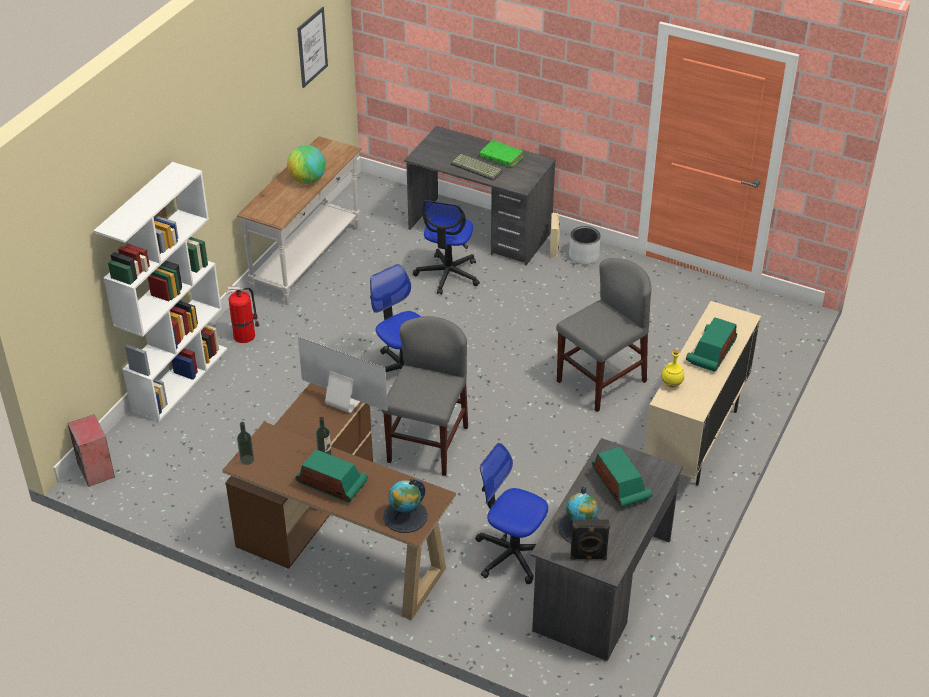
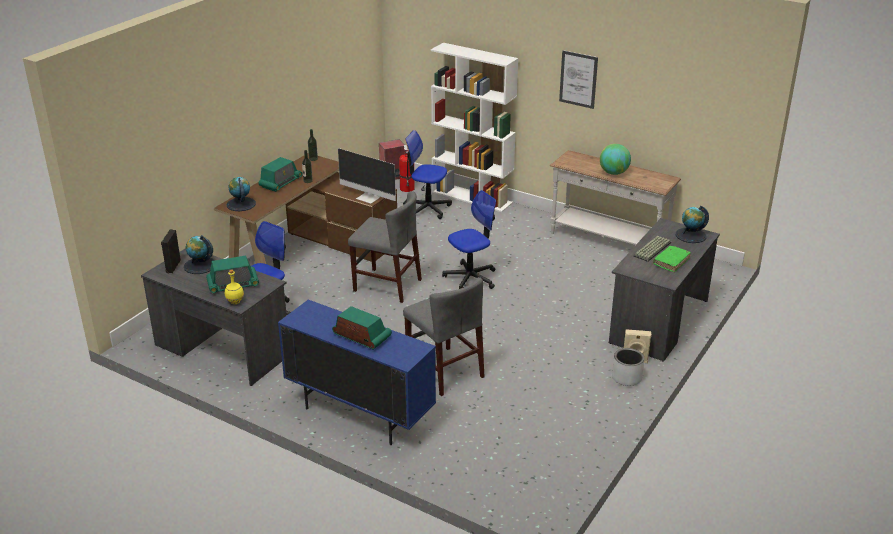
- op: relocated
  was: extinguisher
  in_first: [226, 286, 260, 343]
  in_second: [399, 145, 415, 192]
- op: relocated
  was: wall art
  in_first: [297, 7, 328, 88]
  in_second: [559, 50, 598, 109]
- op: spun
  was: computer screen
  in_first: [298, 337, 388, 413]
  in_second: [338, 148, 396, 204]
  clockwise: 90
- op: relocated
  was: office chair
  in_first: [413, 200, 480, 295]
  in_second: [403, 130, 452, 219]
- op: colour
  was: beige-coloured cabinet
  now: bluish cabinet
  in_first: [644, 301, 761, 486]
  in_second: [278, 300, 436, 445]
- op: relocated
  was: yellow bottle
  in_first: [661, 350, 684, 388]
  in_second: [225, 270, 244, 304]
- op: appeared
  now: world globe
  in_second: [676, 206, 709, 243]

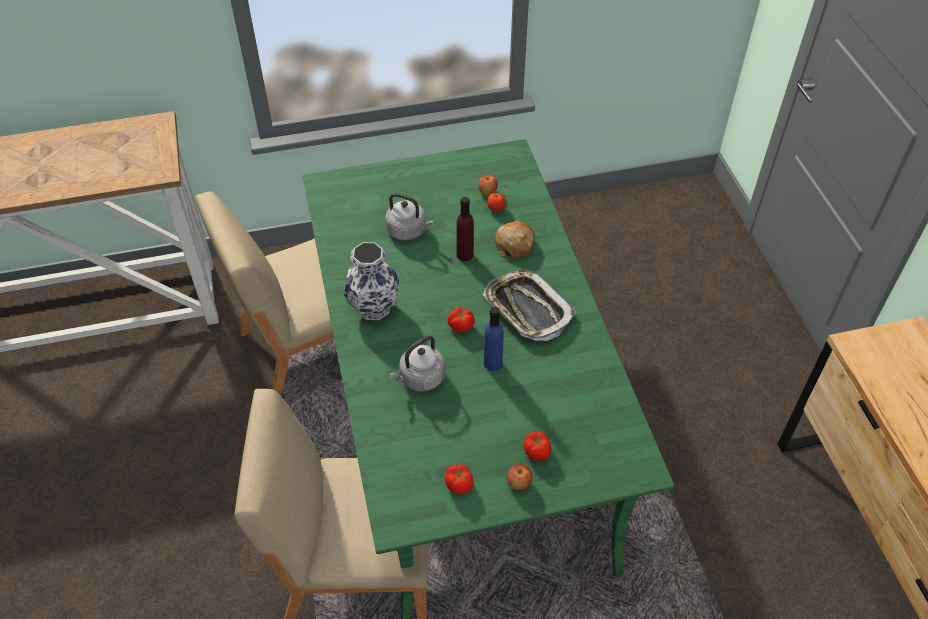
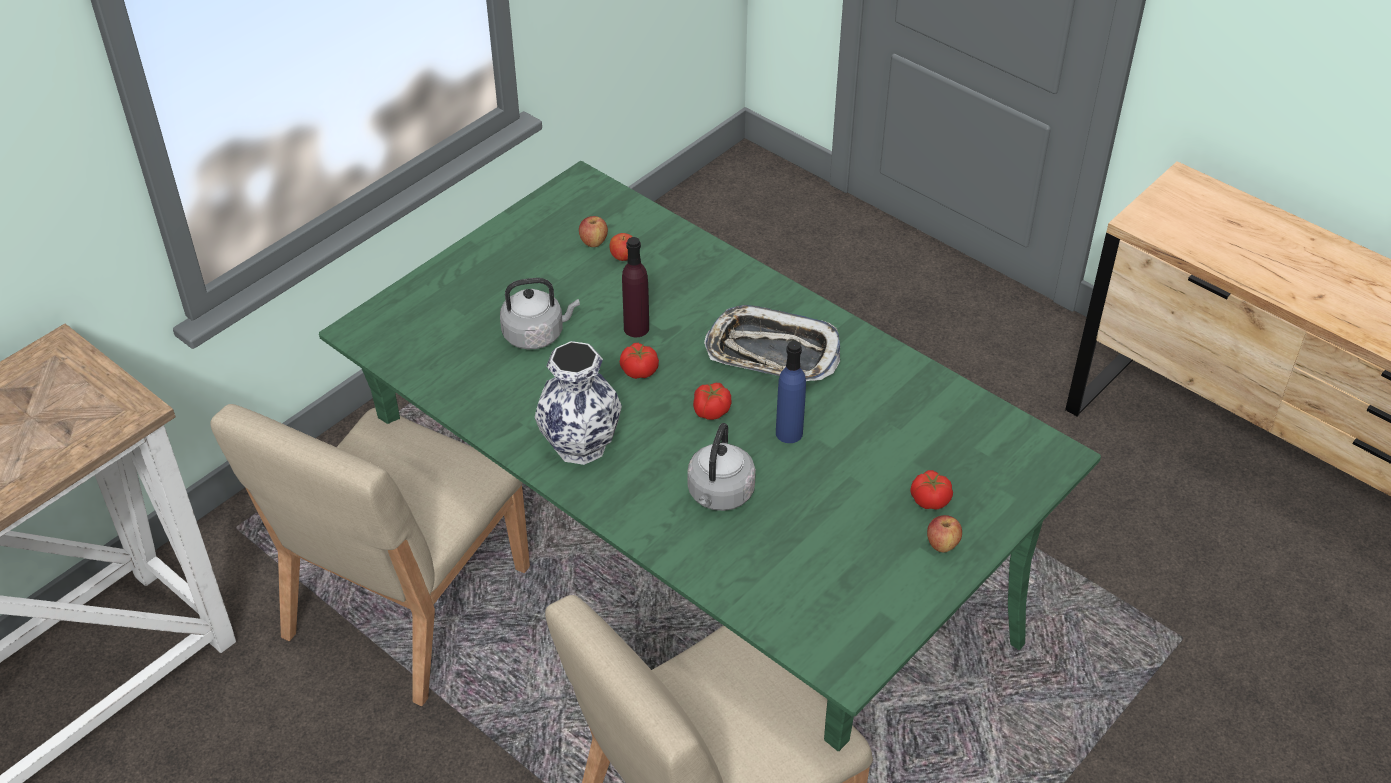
- op: relocated
  was: whole tomato
  in_first: [445, 464, 474, 494]
  in_second: [620, 343, 659, 379]
- op: missing
  was: bread
  in_first: [495, 221, 535, 258]

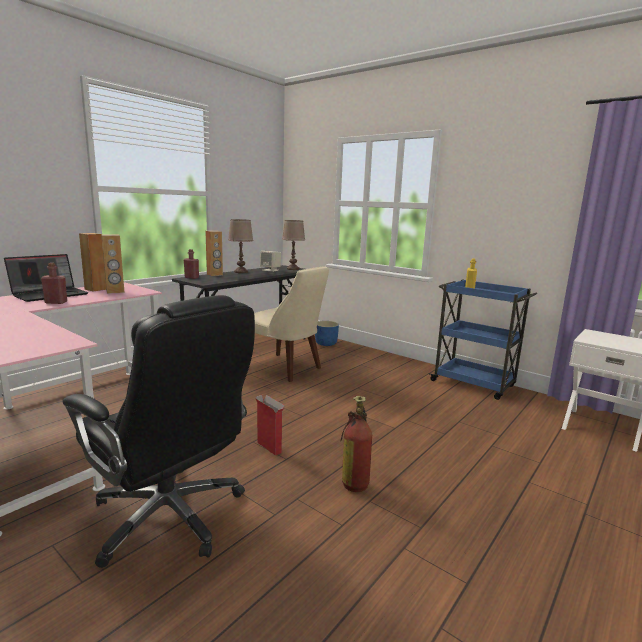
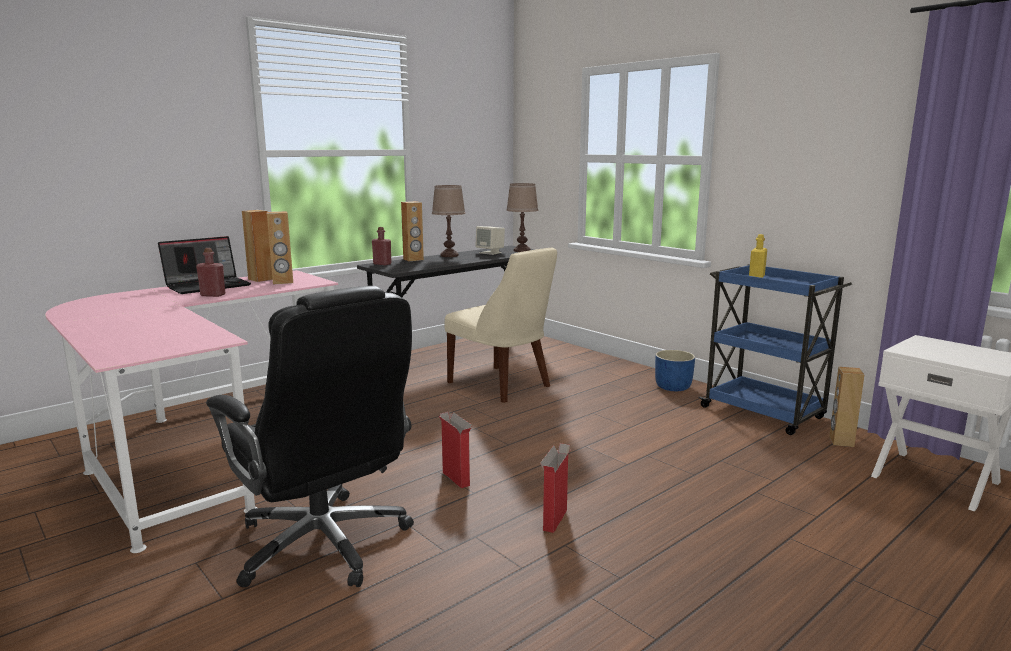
- op: relocated
  was: bluish planter
  in_first: [315, 321, 339, 346]
  in_second: [655, 350, 695, 391]
- op: exchanged
  was: extinguisher
  now: cardboard box
  in_first: [341, 396, 372, 492]
  in_second: [540, 443, 572, 533]
- op: appeared
  now: brown-coloured speaker
  in_second: [829, 367, 864, 447]

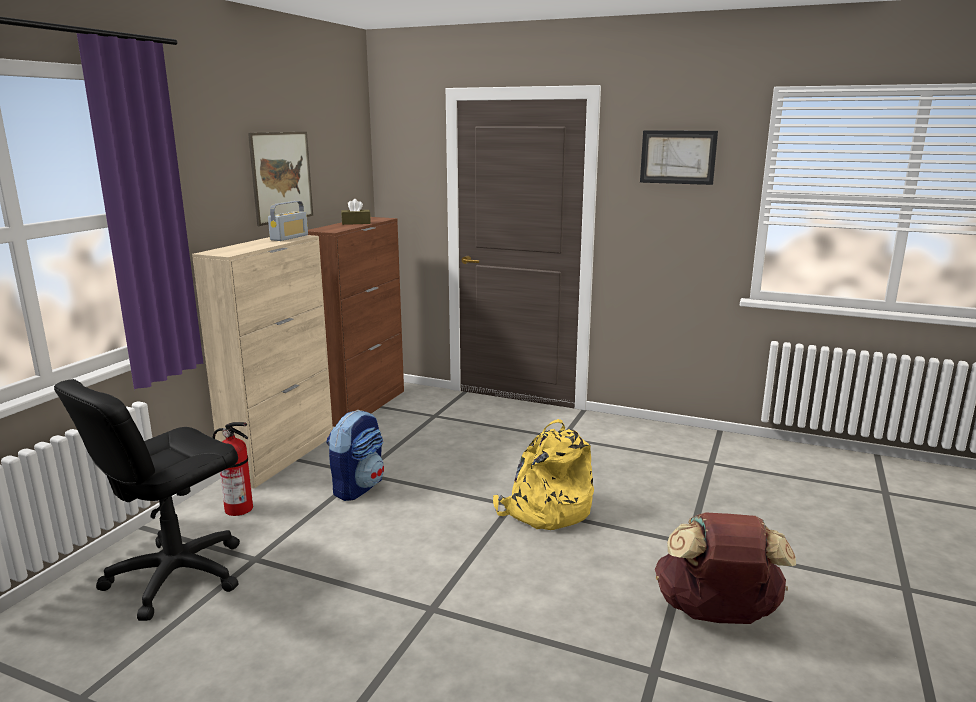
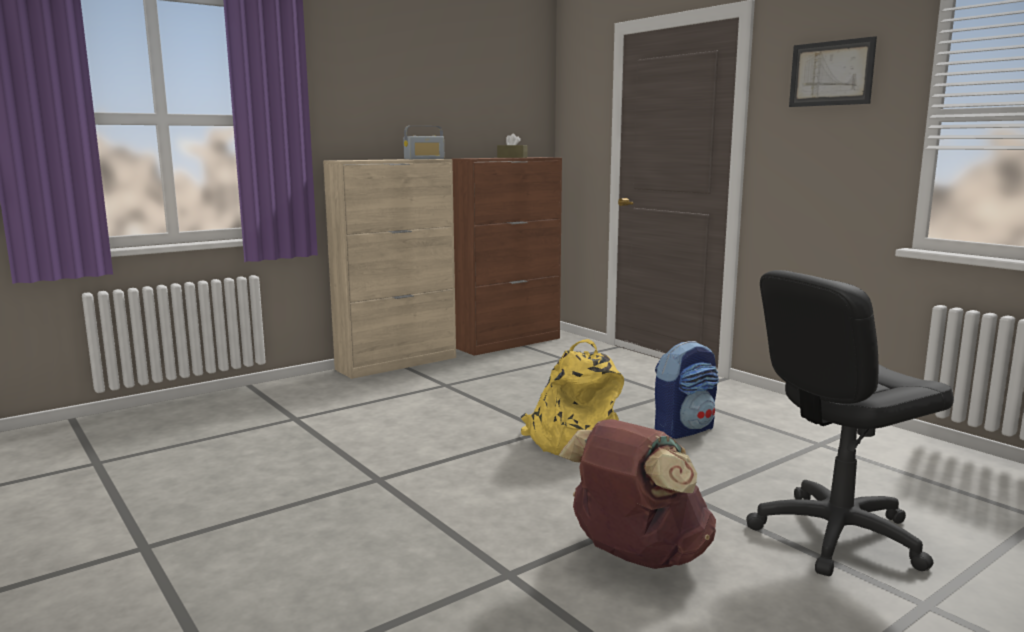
- op: relocated
  was: black-coloured office chair
  in_first: [54, 379, 240, 621]
  in_second: [746, 270, 954, 576]
- op: missing
  was: extinguisher
  in_first: [213, 422, 253, 516]
- op: missing
  was: wall art
  in_first: [248, 132, 313, 226]
- op: relocated
  was: backpack
  in_first: [326, 410, 384, 501]
  in_second: [655, 341, 719, 439]

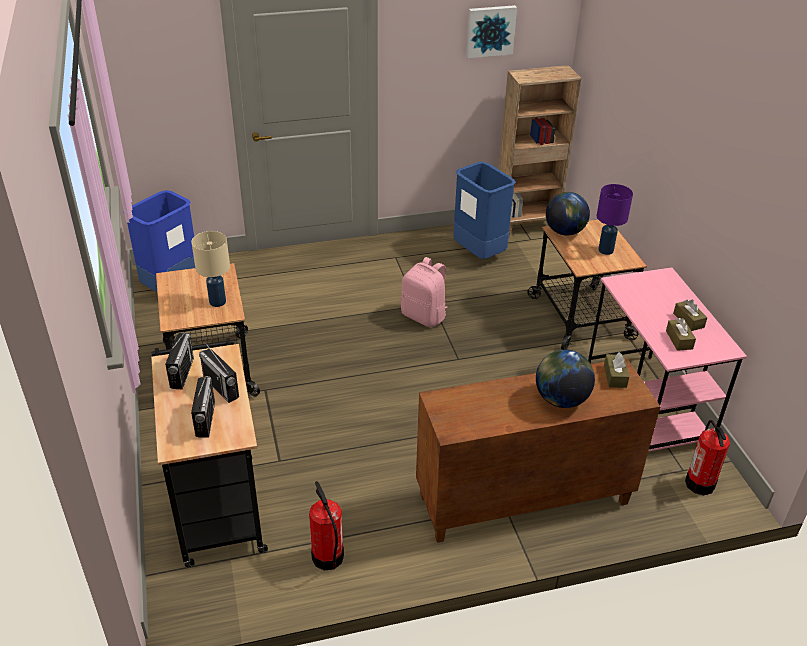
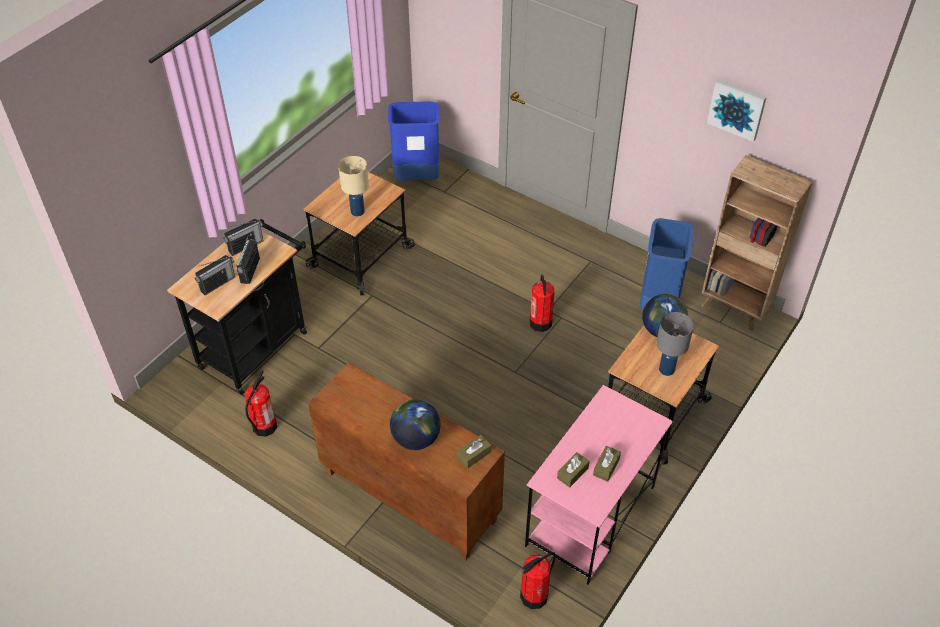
- op: exchanged
  was: pinkish backpack
  now: extinguisher
  in_first: [401, 257, 448, 327]
  in_second: [530, 274, 555, 332]
- op: colour
  was: purplish lamp for a table
  now: grey lamp for a table
  in_first: [597, 184, 633, 255]
  in_second: [656, 312, 694, 376]

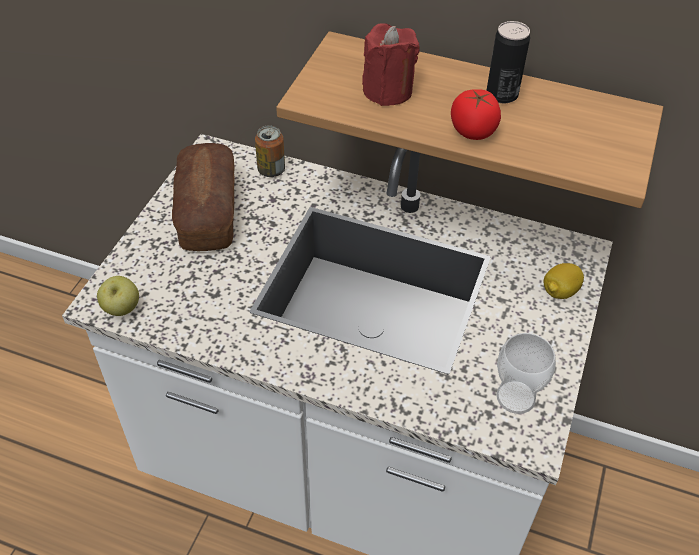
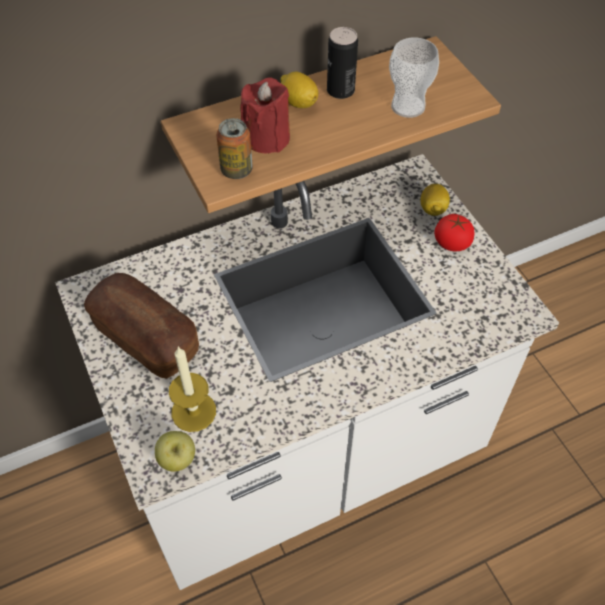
- op: relocated
  was: metal can
  in_first: [255, 126, 285, 177]
  in_second: [216, 118, 253, 179]
- op: relocated
  was: whole tomato
  in_first: [451, 89, 501, 140]
  in_second: [434, 214, 474, 251]
- op: relocated
  was: drinking cup
  in_first: [496, 333, 556, 414]
  in_second: [389, 38, 439, 118]
- op: appeared
  now: wax light
  in_second: [169, 346, 216, 432]
- op: appeared
  now: whole lemon
  in_second: [280, 72, 318, 108]

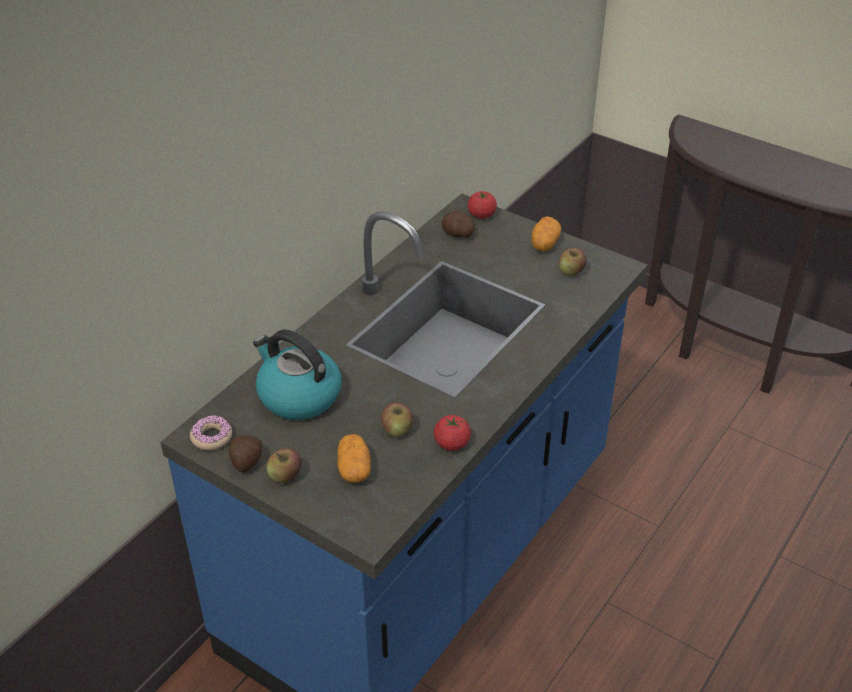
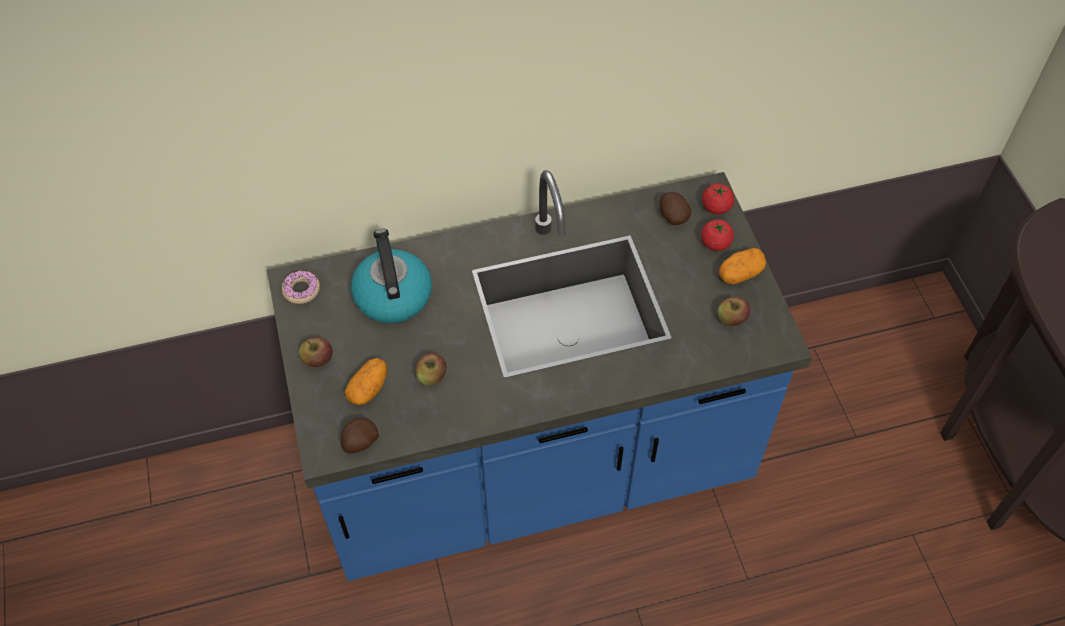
- op: relocated
  was: whole potato
  in_first: [229, 435, 262, 473]
  in_second: [341, 417, 379, 453]
- op: relocated
  was: whole tomato
  in_first: [434, 415, 471, 451]
  in_second: [701, 219, 734, 251]

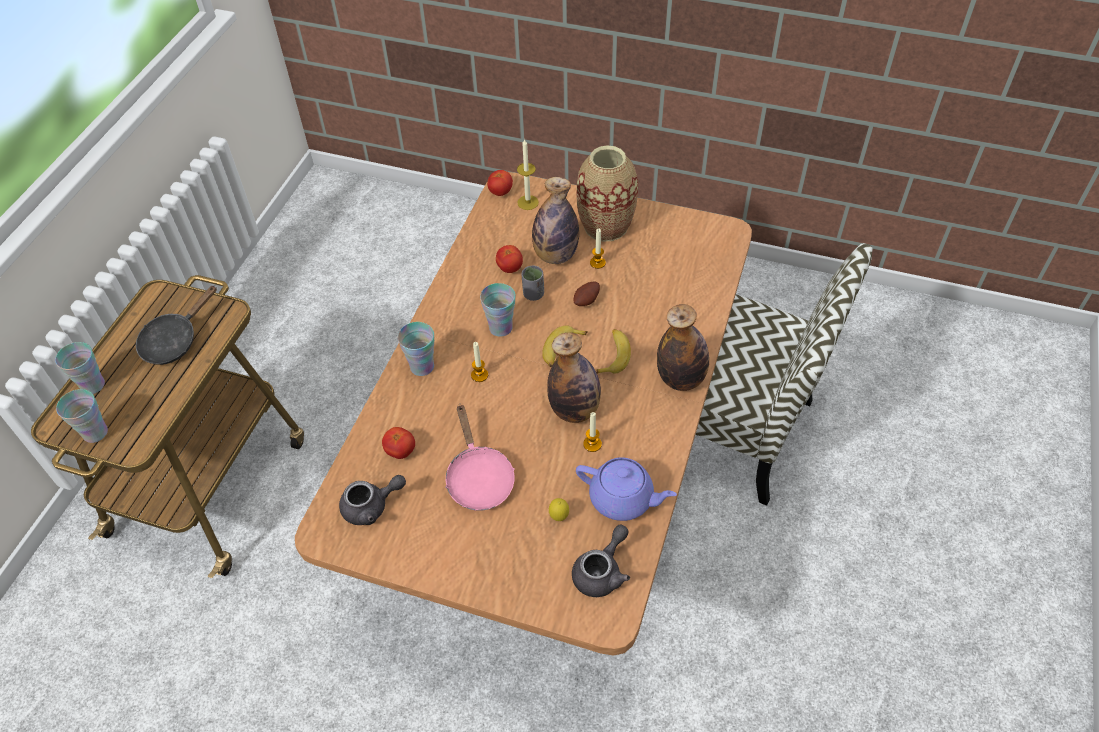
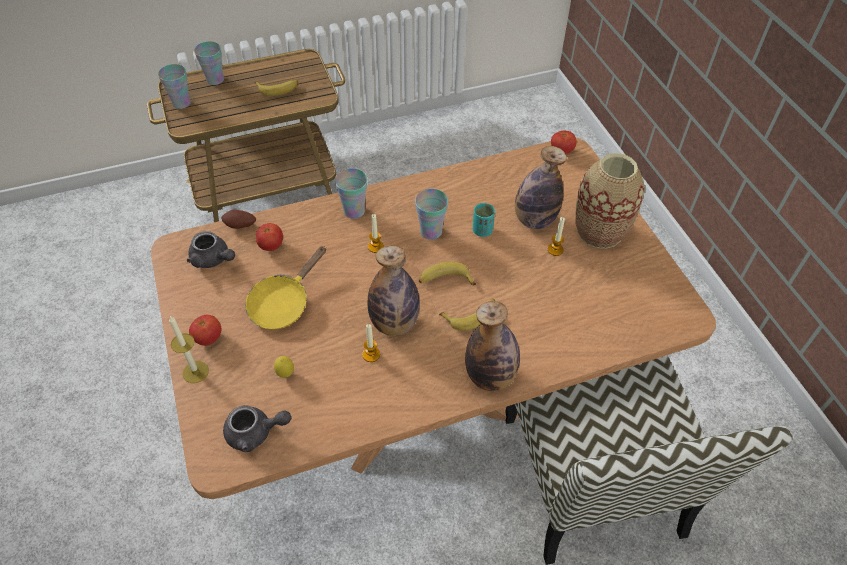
- op: exchanged
  was: black-coloured pan
  now: whole banana
  in_first: [136, 285, 217, 365]
  in_second: [255, 80, 298, 96]
- op: colour
  was: pinkish pan
  now: yellow pan
  in_first: [445, 404, 515, 511]
  in_second: [245, 246, 326, 330]
- op: relocated
  was: whole tomato
  in_first: [496, 245, 523, 273]
  in_second: [189, 315, 221, 346]
- op: relocated
  was: wax light
  in_first: [517, 139, 539, 210]
  in_second: [169, 316, 209, 383]
- op: colour
  was: grey drinking cup
  now: blue-green drinking cup
  in_first: [522, 266, 544, 301]
  in_second: [473, 203, 495, 237]
- op: relocated
  was: whole potato
  in_first: [573, 281, 600, 306]
  in_second: [221, 209, 256, 229]
- op: missing
  was: purplish pot for tea
  in_first: [576, 457, 677, 521]

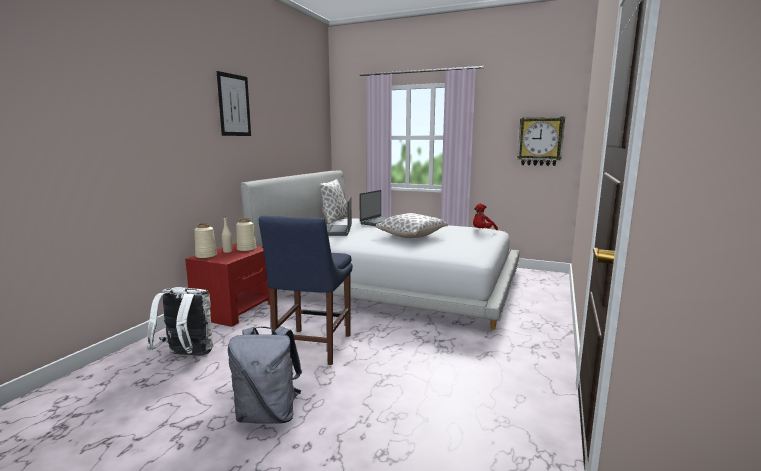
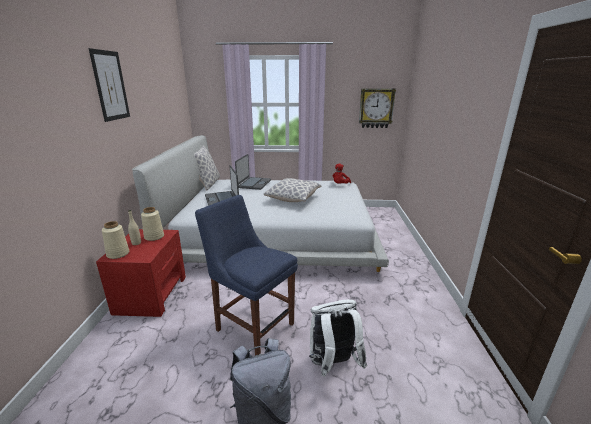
- op: relocated
  was: whitish backpack
  in_first: [147, 287, 213, 356]
  in_second: [309, 299, 367, 377]
- op: spun
  was: bluish chair
  in_first: [259, 216, 353, 365]
  in_second: [195, 195, 298, 356]
  clockwise: 135

